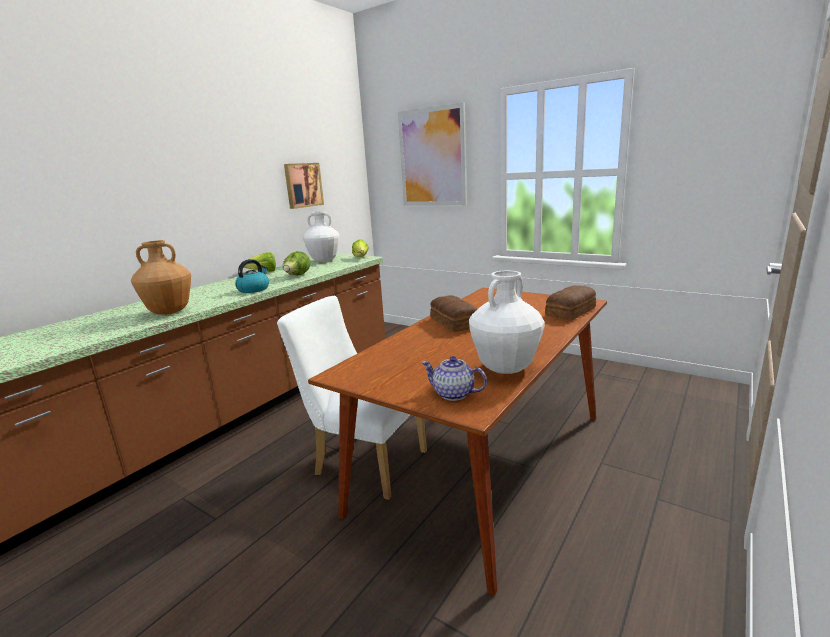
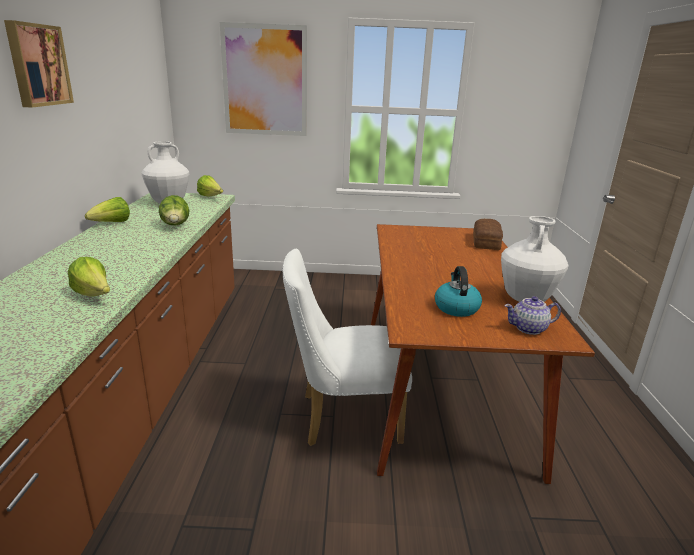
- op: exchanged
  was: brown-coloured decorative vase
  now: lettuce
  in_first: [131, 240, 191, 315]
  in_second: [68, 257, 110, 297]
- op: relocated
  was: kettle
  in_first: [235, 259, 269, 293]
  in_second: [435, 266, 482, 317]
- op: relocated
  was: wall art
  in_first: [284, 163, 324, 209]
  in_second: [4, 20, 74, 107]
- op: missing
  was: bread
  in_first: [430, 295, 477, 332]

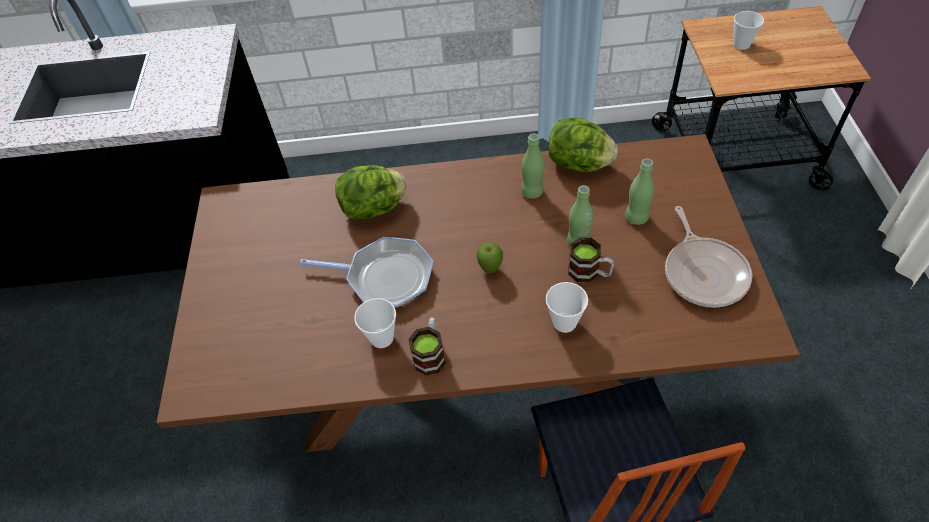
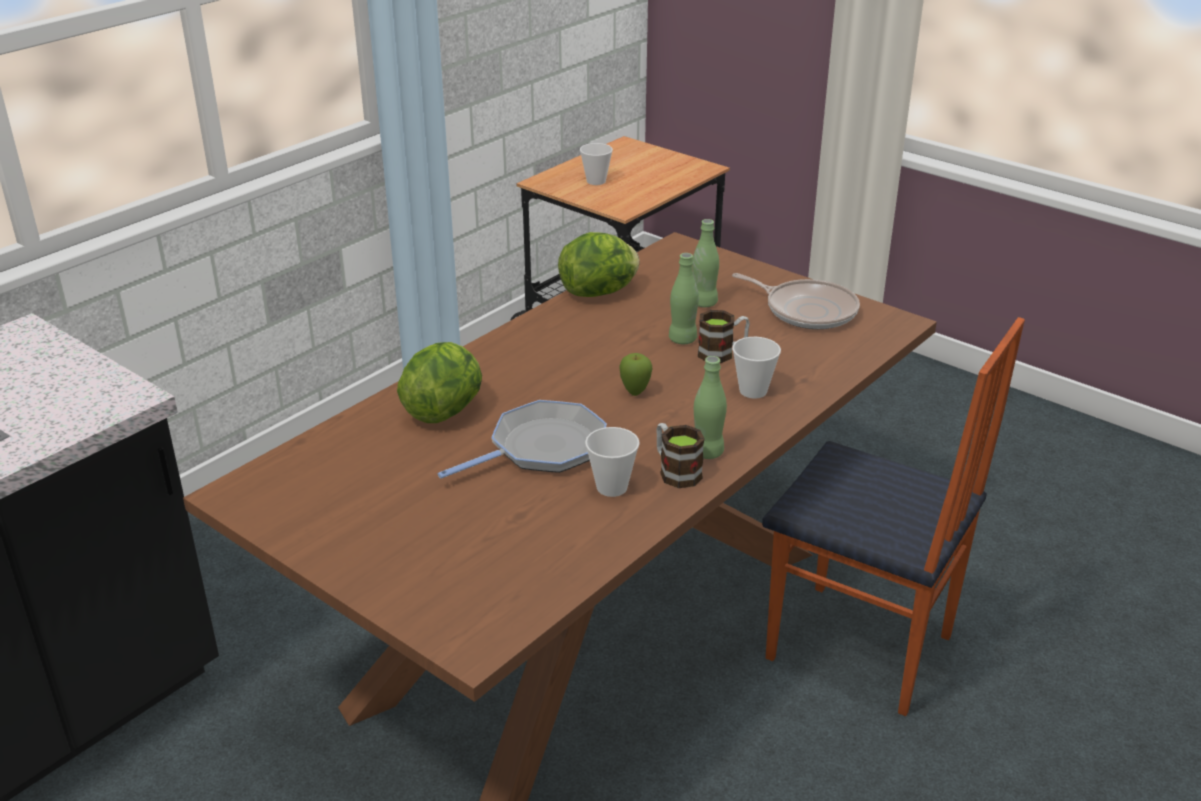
- op: relocated
  was: green-coloured bottle
  in_first: [521, 134, 545, 199]
  in_second: [694, 356, 727, 459]

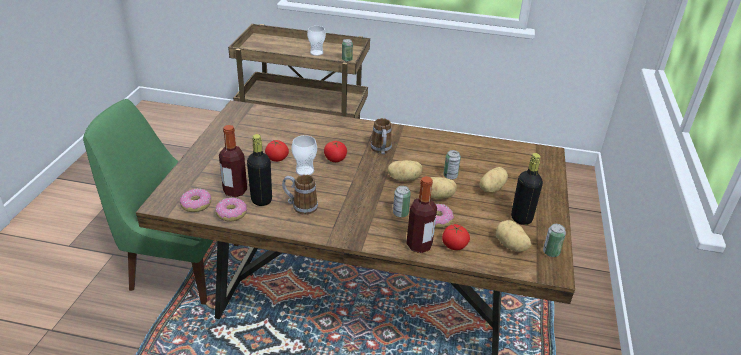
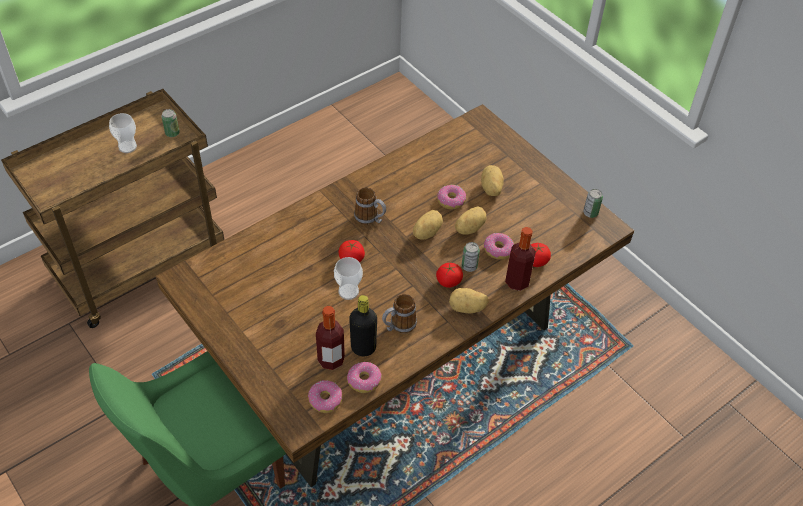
- op: relocated
  was: whole tomato
  in_first: [265, 140, 289, 162]
  in_second: [436, 263, 463, 288]
- op: exchanged
  was: metal can
  now: donut
  in_first: [443, 150, 461, 180]
  in_second: [437, 185, 466, 210]
- op: relocated
  was: whole potato
  in_first: [496, 220, 531, 252]
  in_second: [449, 288, 489, 313]
- op: missing
  was: black-coloured bottle
  in_first: [511, 153, 543, 225]

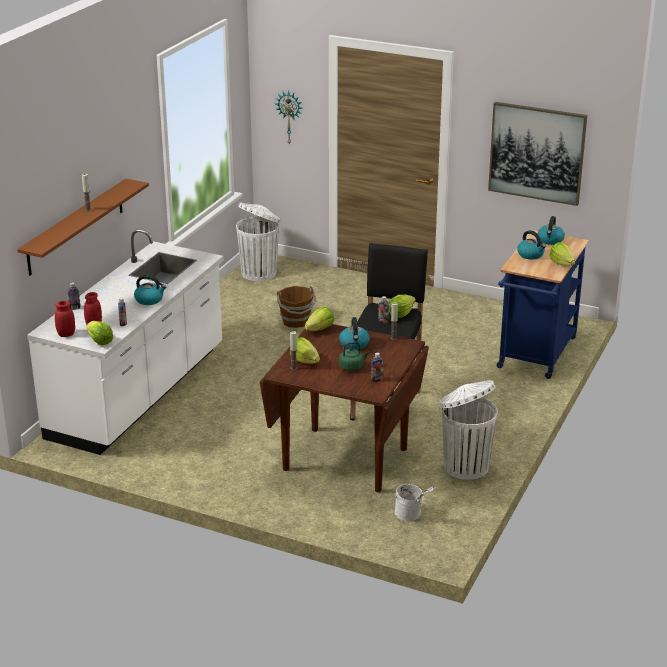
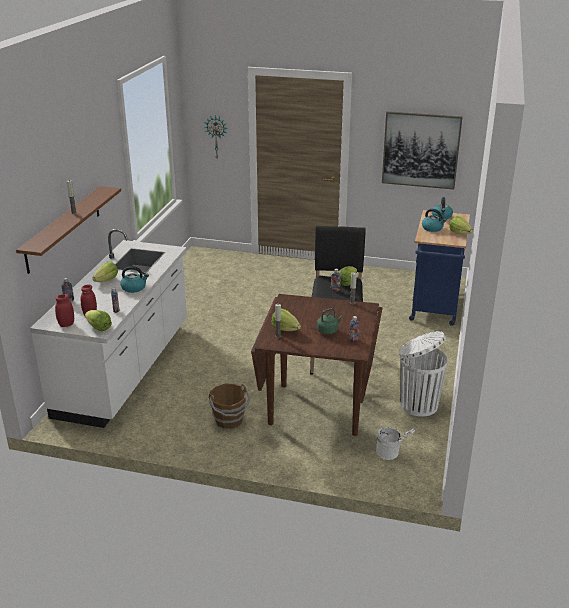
- op: missing
  was: whitish waste bin
  in_first: [236, 203, 281, 281]
- op: relocated
  was: brown-coloured water bucket
  in_first: [277, 286, 316, 328]
  in_second: [209, 384, 250, 429]
- op: relocated
  was: lettuce
  in_first: [305, 307, 334, 331]
  in_second: [93, 261, 118, 282]
- op: missing
  was: kettle
  in_first: [339, 317, 370, 350]

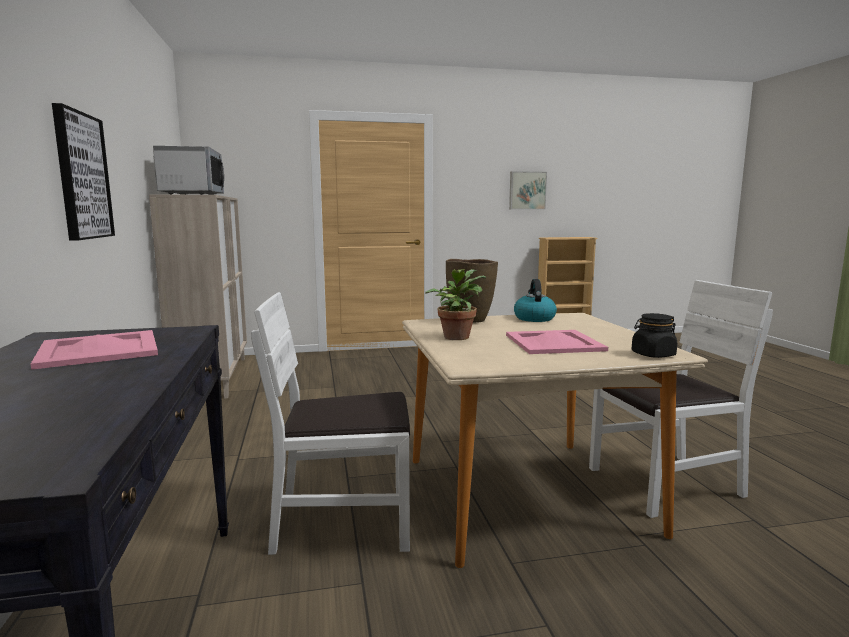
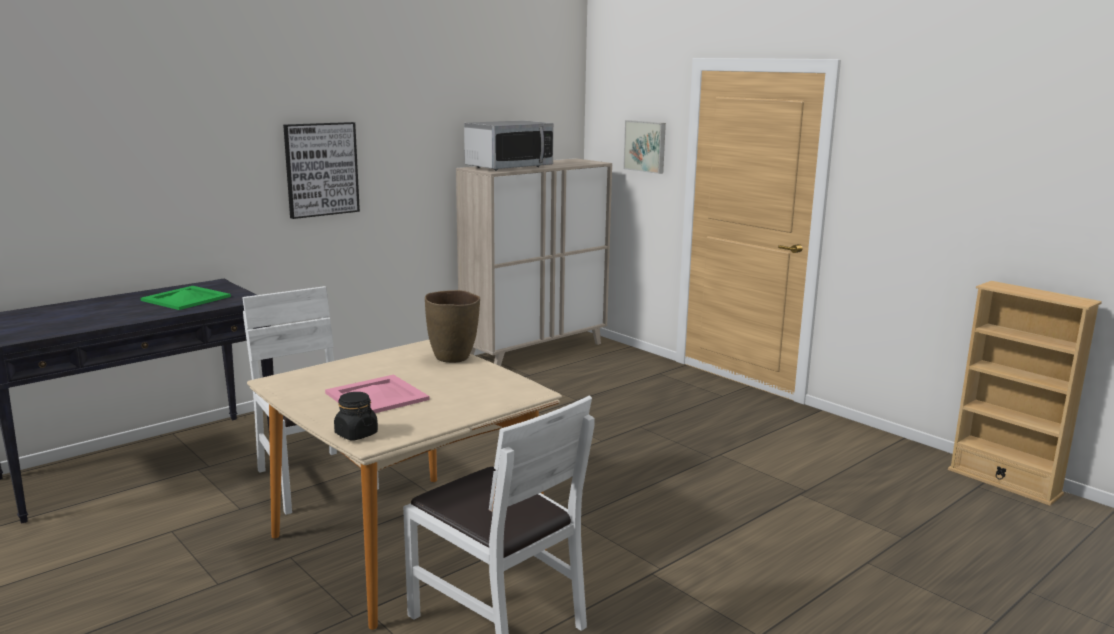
- op: colour
  was: pinkish carrying tray
  now: green-coloured carrying tray
  in_first: [31, 330, 158, 370]
  in_second: [141, 286, 231, 310]
- op: missing
  was: potted plant
  in_first: [425, 269, 486, 340]
- op: relocated
  was: wall art
  in_first: [509, 171, 547, 210]
  in_second: [623, 120, 666, 174]
- op: missing
  was: kettle
  in_first: [514, 279, 557, 322]

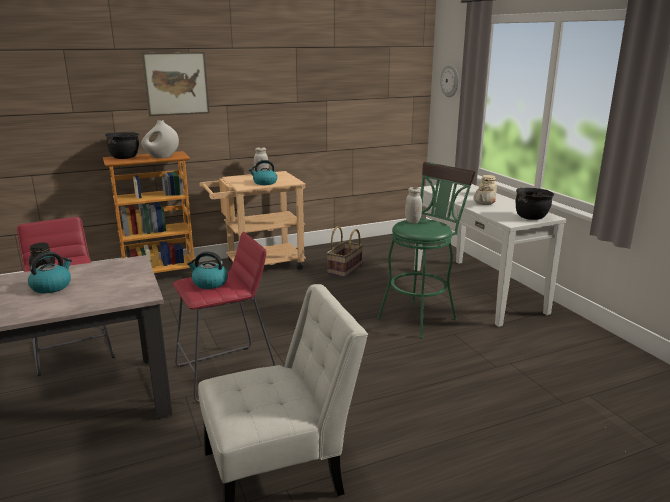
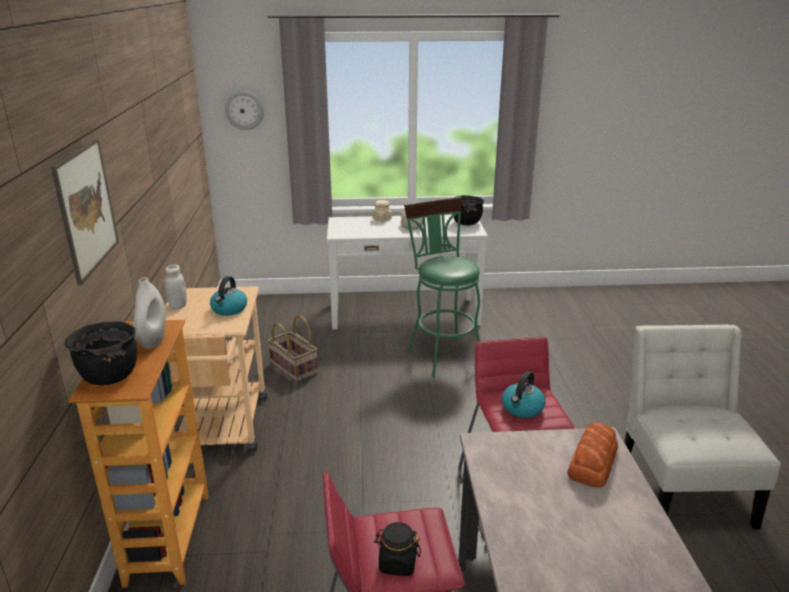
- op: missing
  was: kettle
  in_first: [28, 252, 72, 293]
- op: missing
  was: whitish preserve jar
  in_first: [405, 187, 422, 223]
- op: appeared
  now: bread
  in_second: [567, 422, 618, 488]

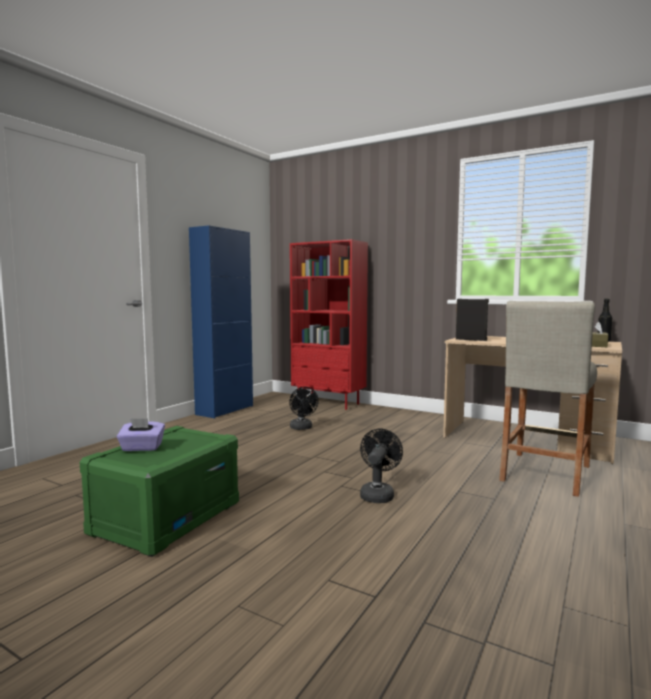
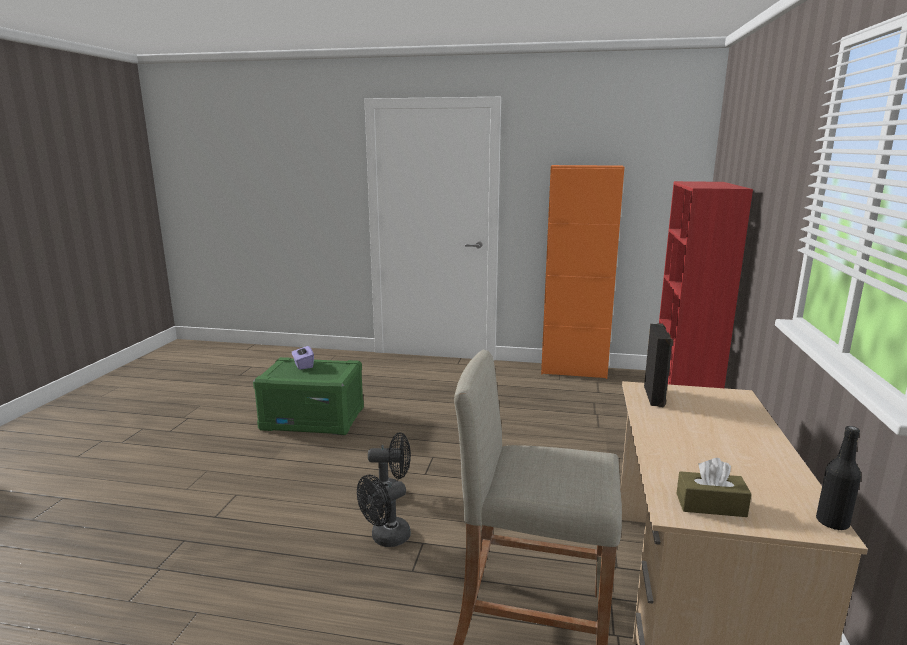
- op: colour
  was: bluish cabinet
  now: orange cabinet
  in_first: [189, 225, 253, 418]
  in_second: [541, 165, 624, 379]
- op: relocated
  was: black-coloured electric fan
  in_first: [289, 387, 319, 430]
  in_second: [357, 475, 411, 547]

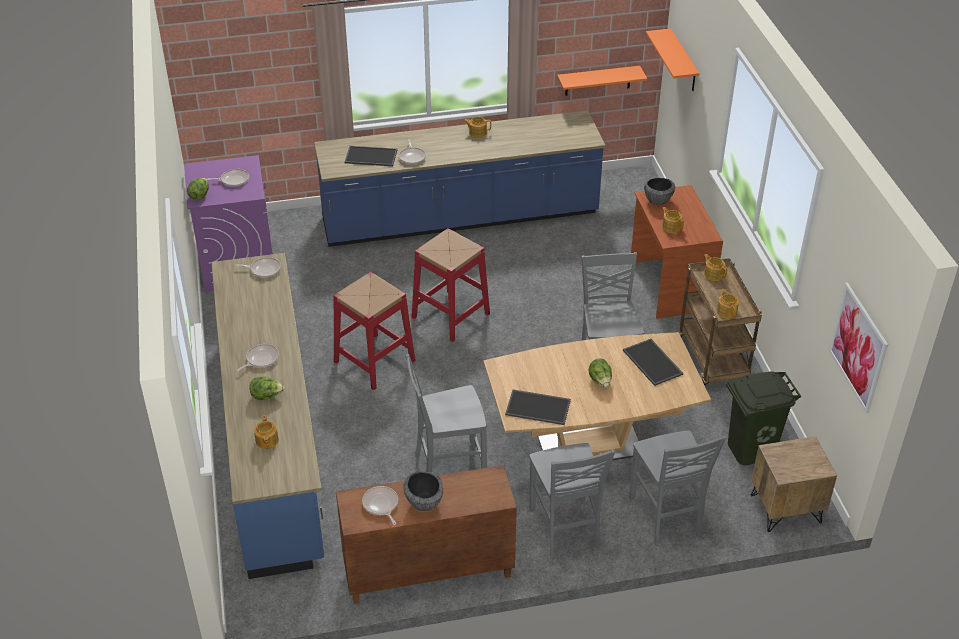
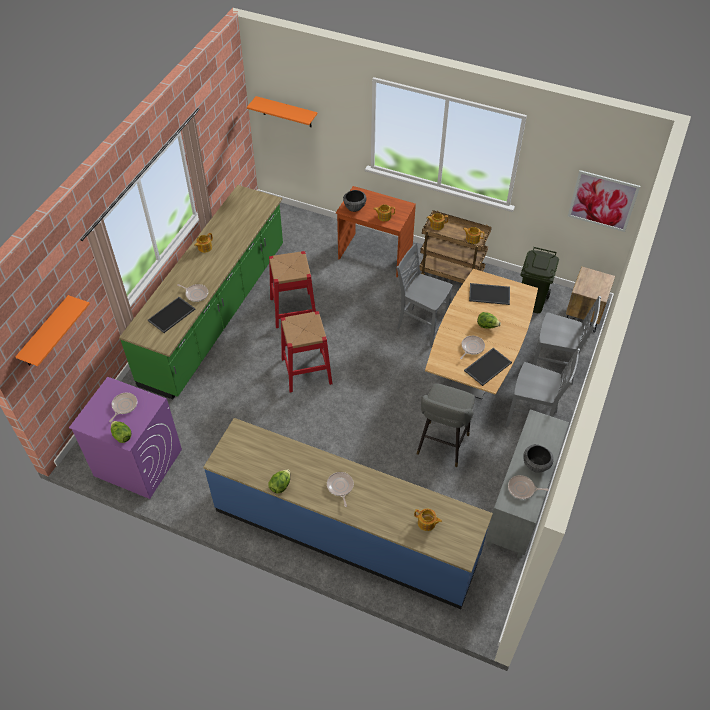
- op: relocated
  was: pan
  in_first: [235, 257, 281, 278]
  in_second: [460, 336, 485, 359]
- op: relocated
  was: lettuce
  in_first: [250, 377, 285, 400]
  in_second: [268, 469, 290, 494]
- op: colour
  was: bluish counter
  now: green-coloured counter
  in_first: [314, 110, 606, 247]
  in_second: [119, 185, 283, 399]
- op: relocated
  was: red-coloured stool
  in_first: [333, 272, 416, 390]
  in_second: [269, 251, 316, 328]
- op: colour
  was: brown-coloured cabinet
  now: grey cabinet
  in_first: [336, 465, 517, 604]
  in_second: [485, 409, 569, 558]
- op: exchanged
  was: grey chair
  now: grey stool
  in_first: [406, 354, 487, 473]
  in_second: [417, 383, 475, 467]
- op: relocated
  was: orange shelf
  in_first: [557, 66, 647, 96]
  in_second: [15, 295, 90, 366]

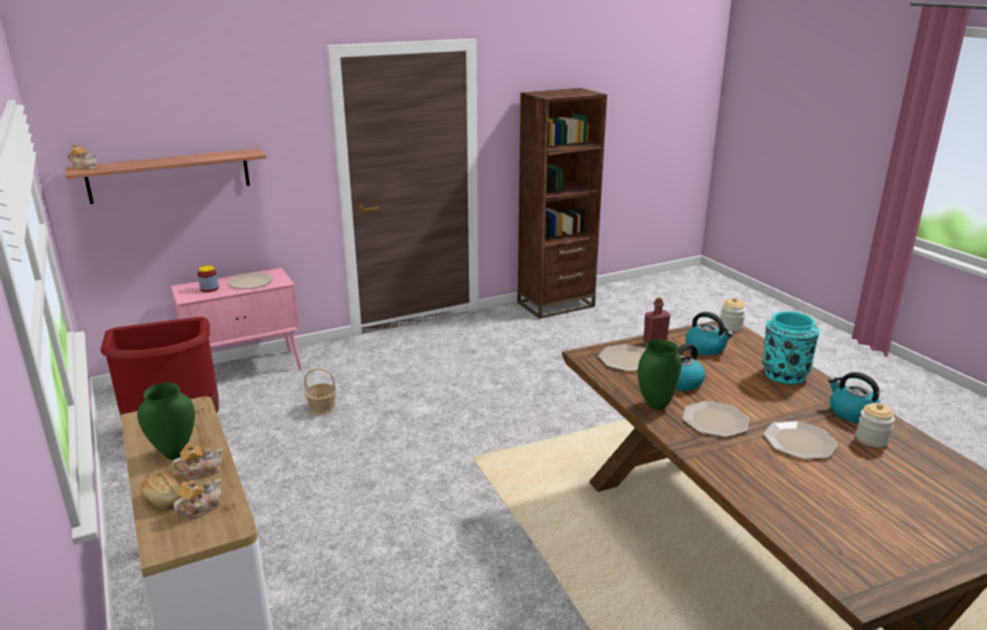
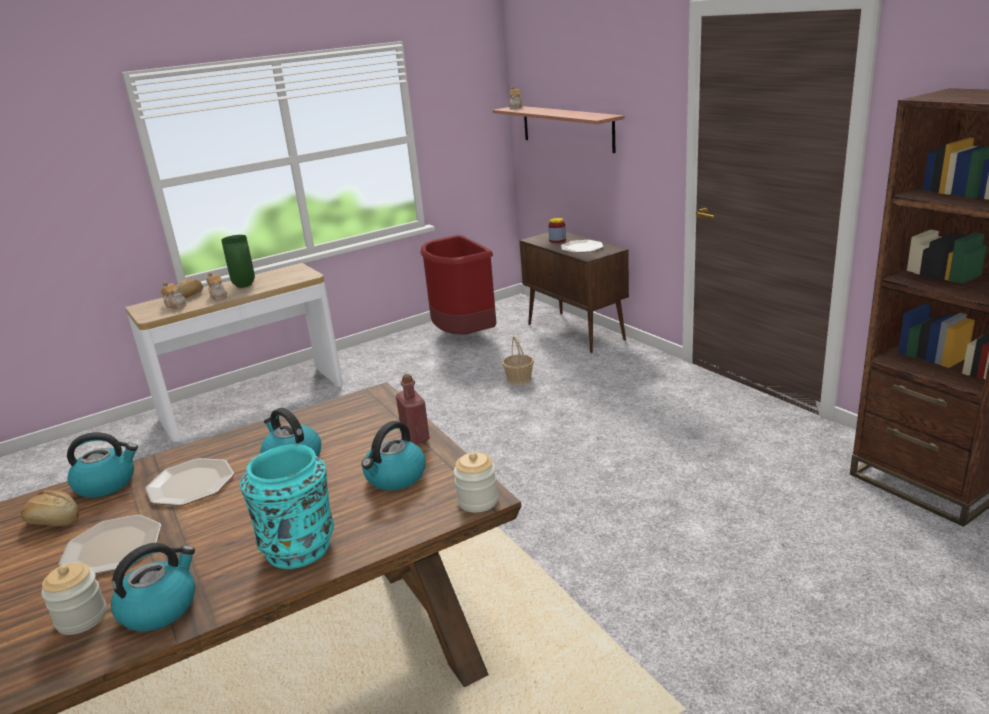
- op: colour
  was: pinkish cabinet
  now: brown-coloured cabinet
  in_first: [171, 268, 302, 370]
  in_second: [519, 232, 629, 353]
- op: missing
  was: dinner plate
  in_first: [598, 344, 646, 372]
- op: missing
  was: green-coloured decorative vase
  in_first: [638, 339, 682, 410]
- op: appeared
  now: bread
  in_second: [21, 490, 79, 526]
- op: appeared
  now: kettle
  in_second: [67, 432, 138, 498]

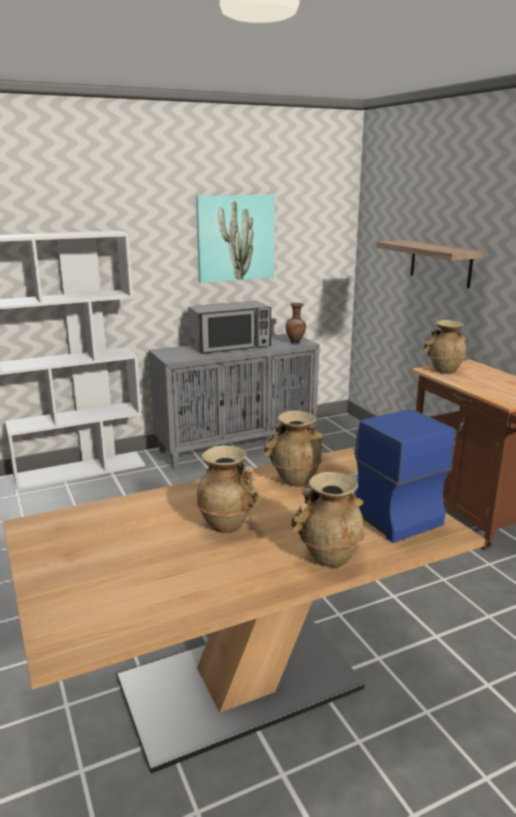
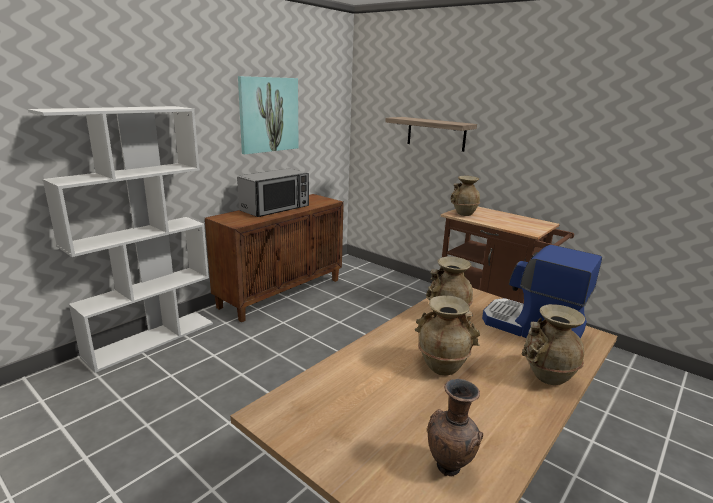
- op: colour
  was: grey cabinet
  now: brown-coloured cabinet
  in_first: [149, 334, 319, 469]
  in_second: [205, 194, 344, 322]
- op: relocated
  was: brown-coloured decorative vase
  in_first: [286, 303, 306, 344]
  in_second: [427, 378, 483, 476]

